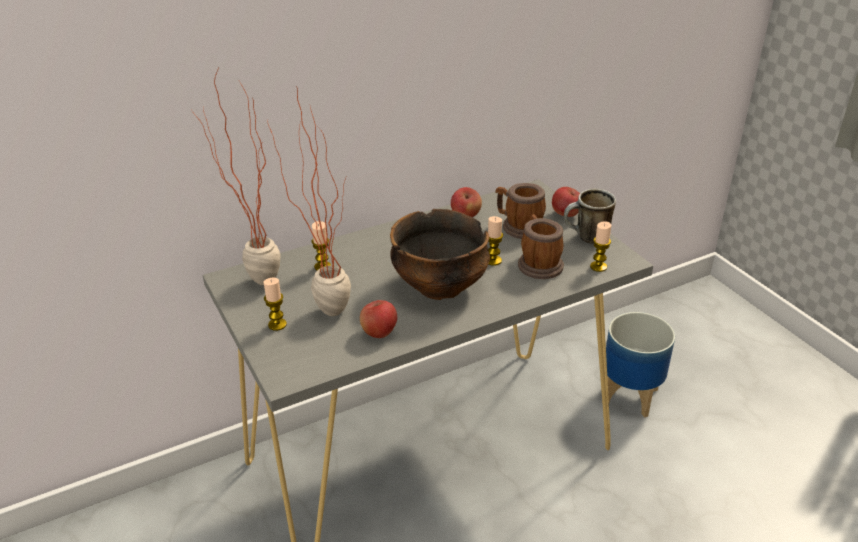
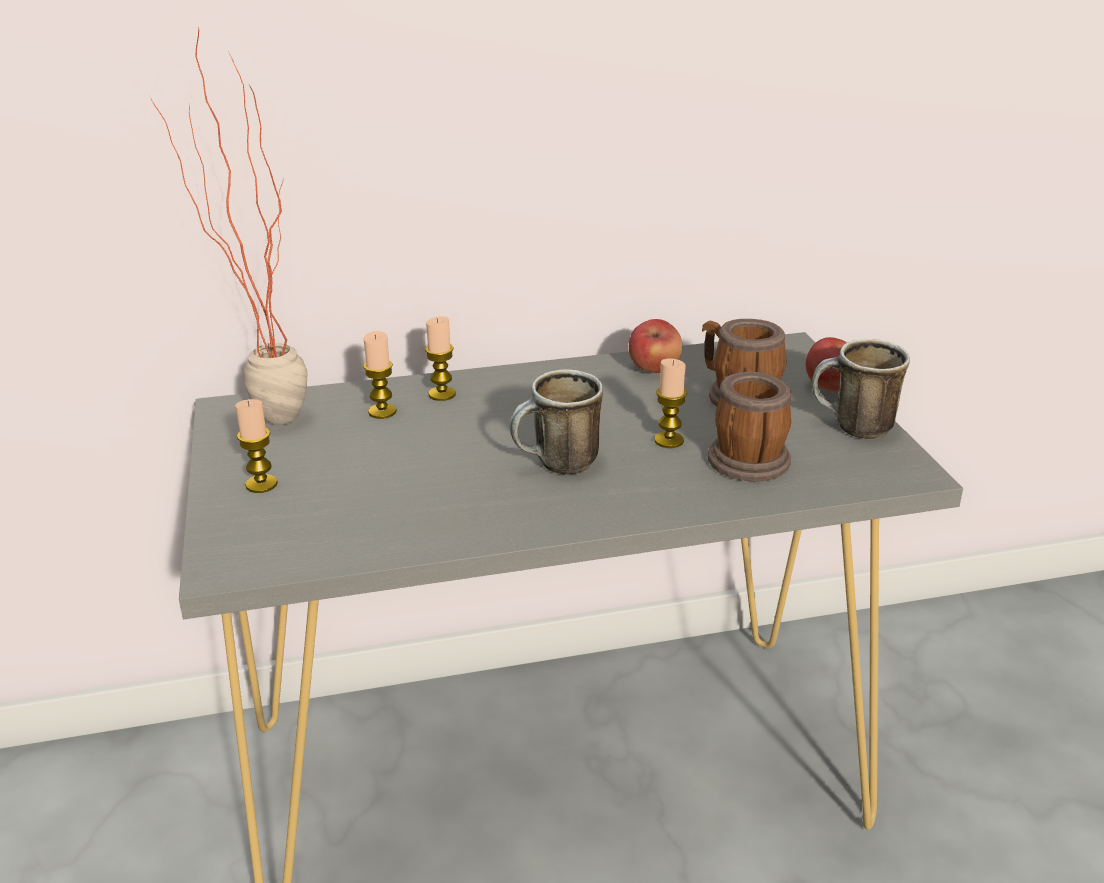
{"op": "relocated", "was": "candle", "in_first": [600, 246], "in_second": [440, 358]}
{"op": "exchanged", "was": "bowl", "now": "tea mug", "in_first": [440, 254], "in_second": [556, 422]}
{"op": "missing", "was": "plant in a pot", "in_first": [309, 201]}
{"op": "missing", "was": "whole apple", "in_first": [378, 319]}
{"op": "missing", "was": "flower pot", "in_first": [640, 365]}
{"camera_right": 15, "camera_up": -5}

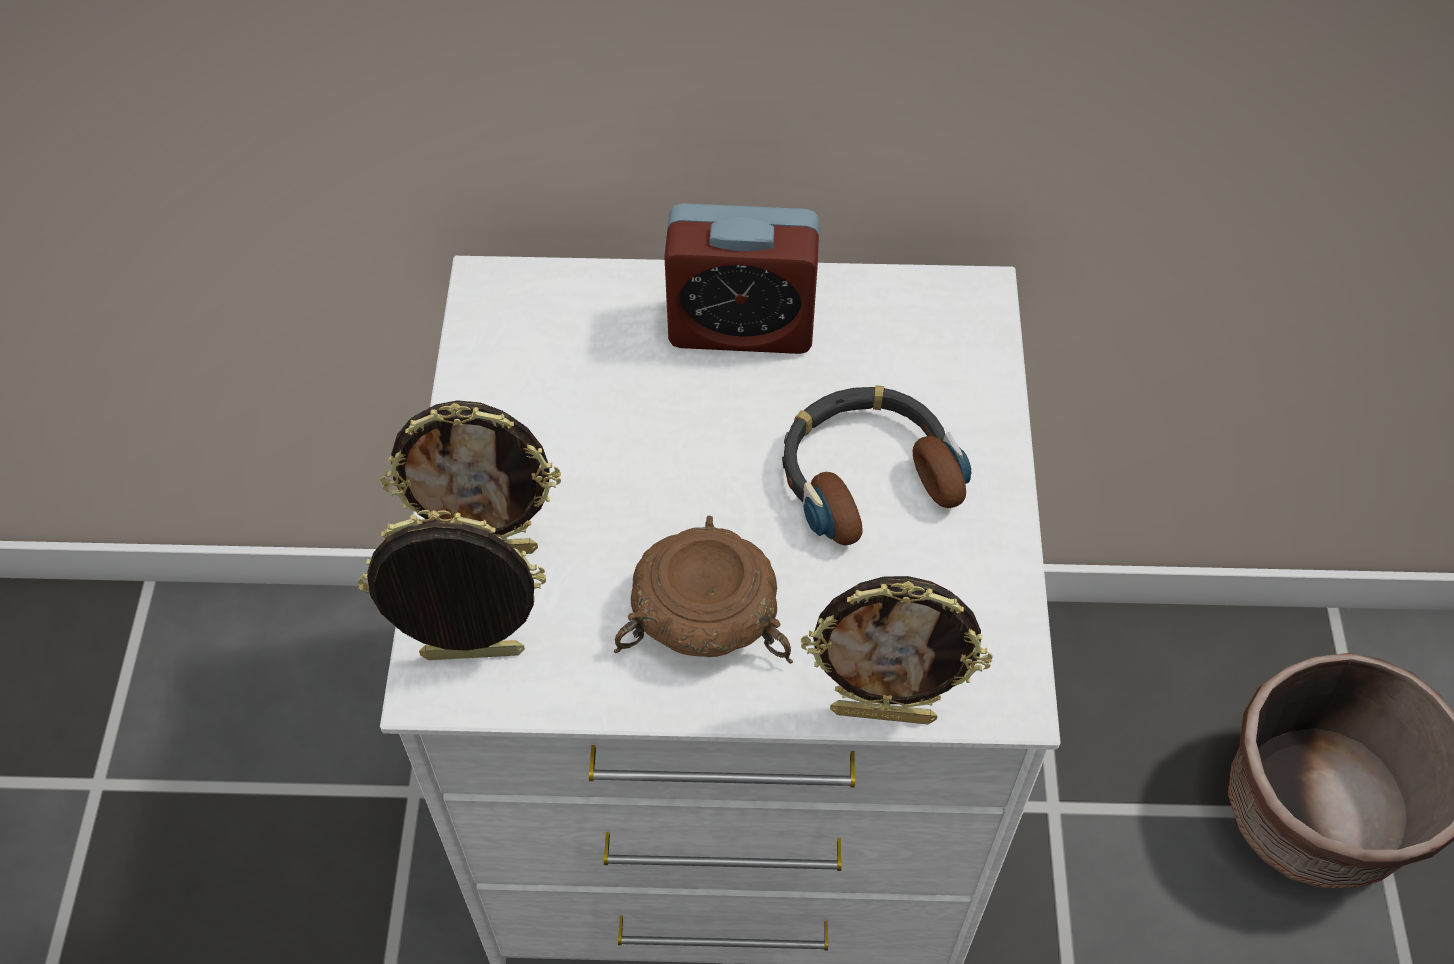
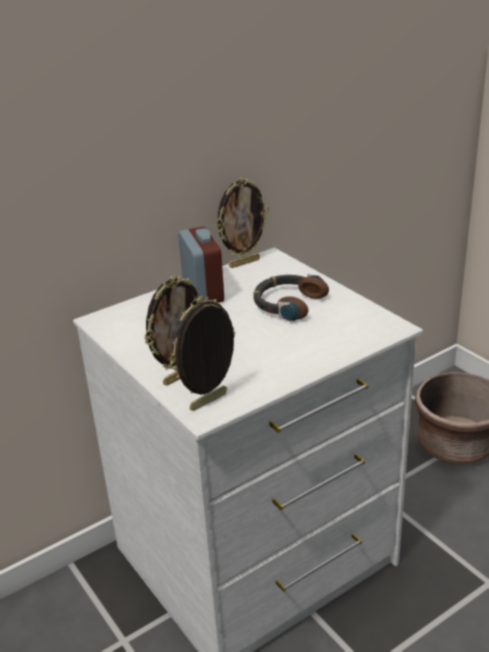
{"op": "spun", "was": "table clock", "in_first": [741, 278], "in_second": [201, 265], "clockwise": -75}
{"op": "relocated", "was": "picture frame", "in_first": [897, 650], "in_second": [242, 223]}
{"op": "missing", "was": "brown bowl", "in_first": [703, 589]}
{"camera_right": -35, "camera_up": -25}

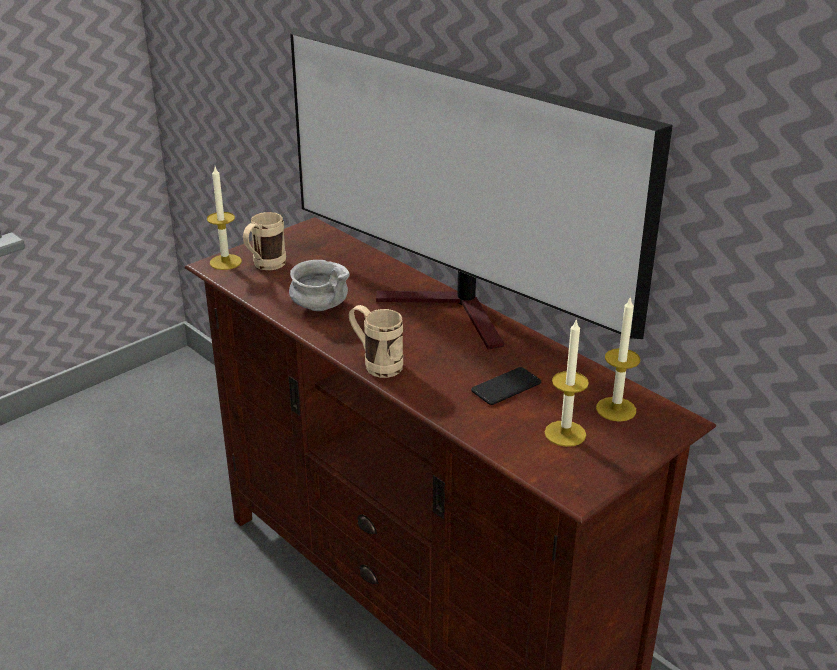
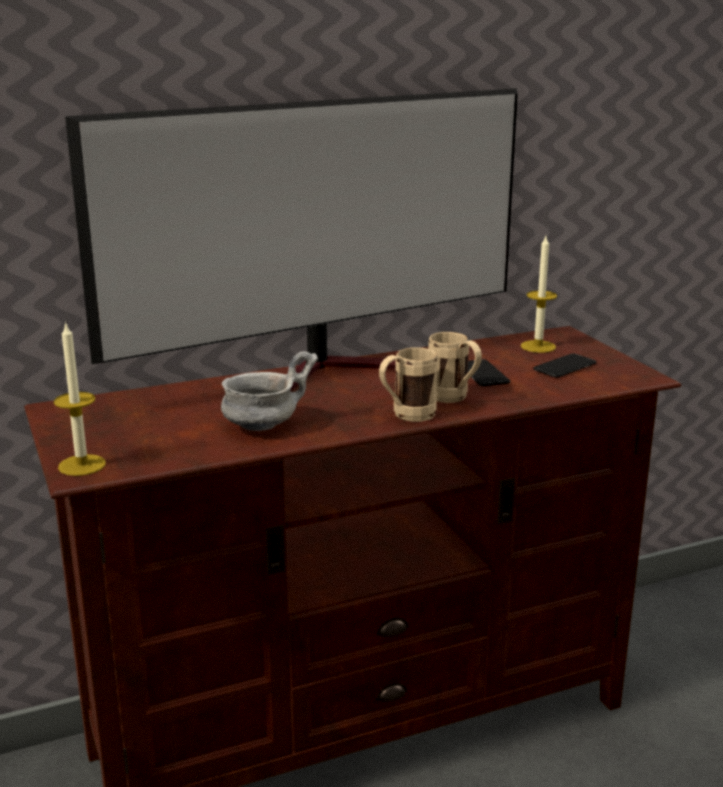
{"op": "relocated", "was": "sand-coloured tea mug", "in_first": [264, 241], "in_second": [455, 367]}
{"op": "exchanged", "was": "candle", "now": "telephone", "in_first": [567, 382], "in_second": [565, 365]}
{"camera_right": -70, "camera_up": -10}

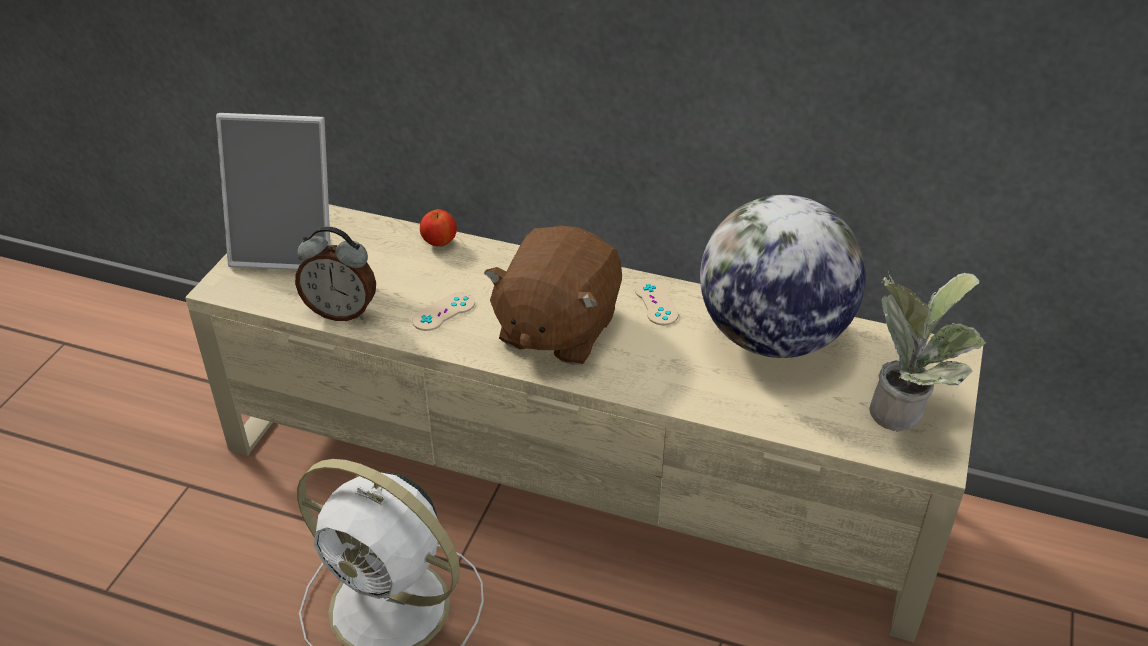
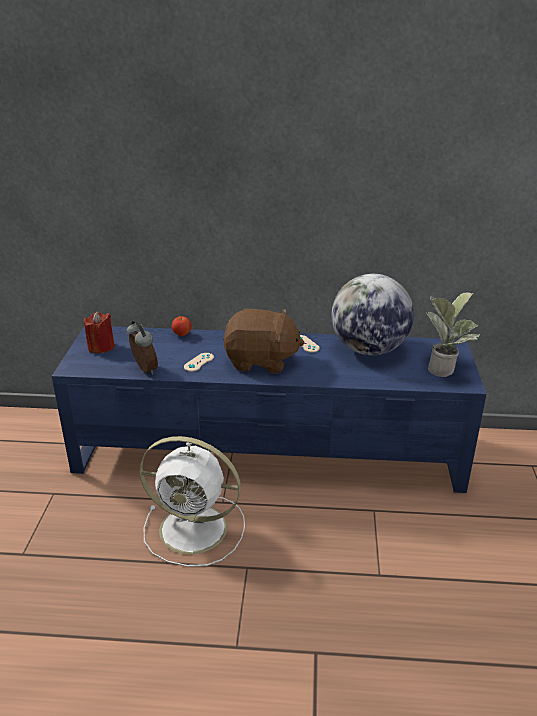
{"op": "colour", "was": "sand-coloured tv stand", "now": "blue tv stand", "in_first": [584, 423], "in_second": [269, 409]}
{"op": "exchanged", "was": "picture frame", "now": "red-coloured candle", "in_first": [273, 191], "in_second": [99, 332]}
{"op": "spun", "was": "table clock", "in_first": [335, 274], "in_second": [142, 347], "clockwise": -120}
{"op": "spun", "was": "brown soft toy", "in_first": [553, 295], "in_second": [263, 341], "clockwise": -90}
{"camera_right": -15, "camera_up": -10}

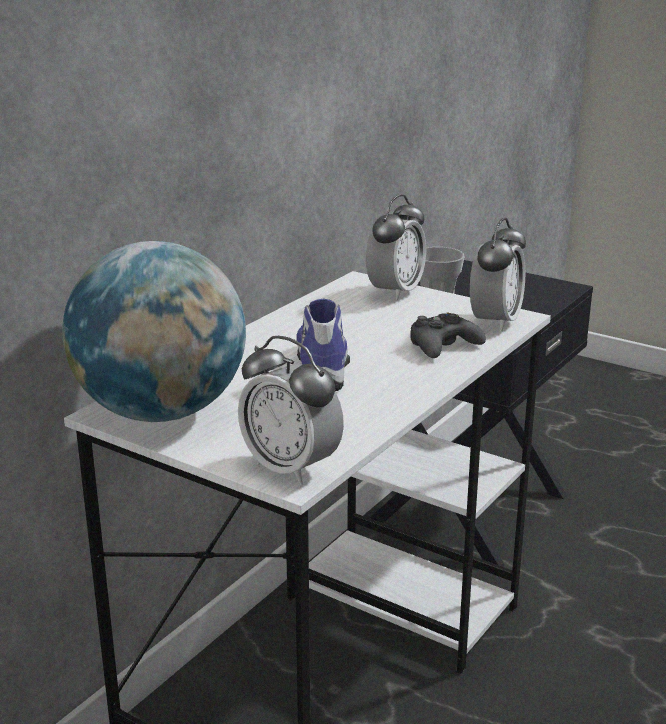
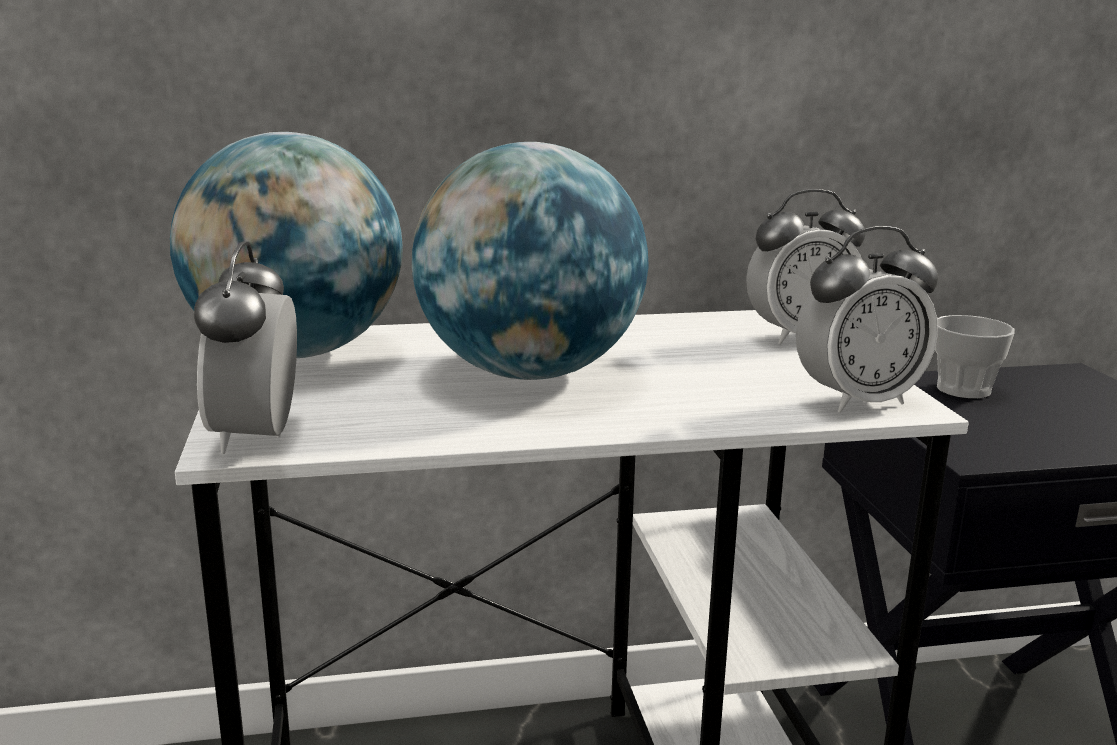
{"op": "exchanged", "was": "low shoe", "now": "globe", "in_first": [323, 345], "in_second": [530, 261]}
{"op": "missing", "was": "blackish joypad", "in_first": [448, 335]}
{"camera_right": 45, "camera_up": -5}

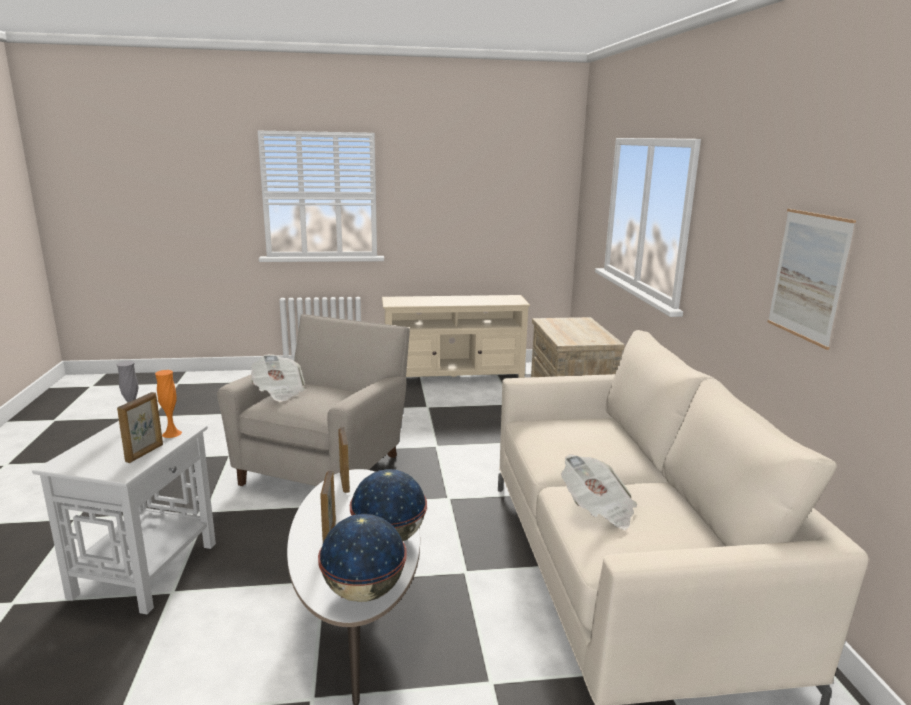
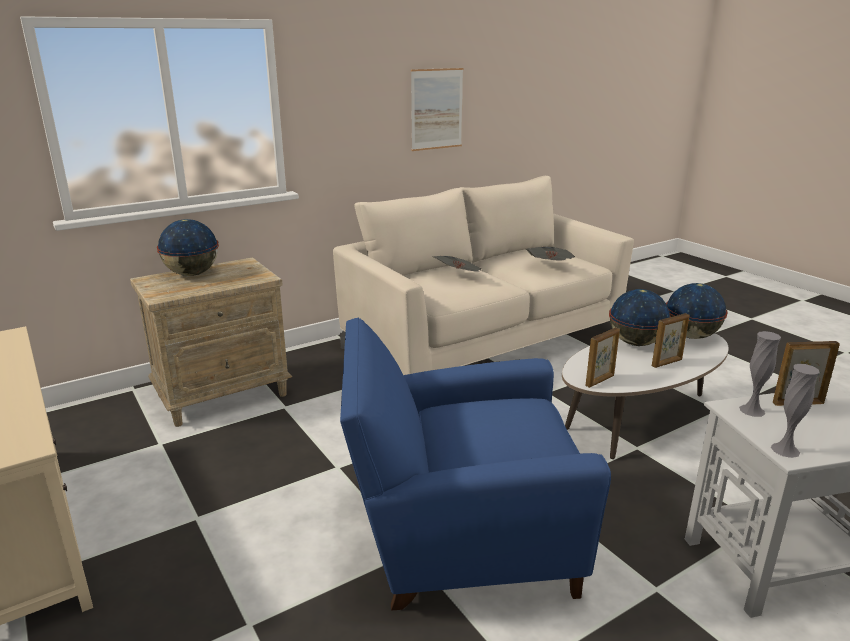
{"op": "appeared", "now": "globe", "in_second": [188, 247]}
{"op": "colour", "was": "sand-coloured lounge chair", "now": "blue lounge chair", "in_first": [313, 400], "in_second": [475, 463]}
{"op": "relocated", "was": "daily paper", "in_first": [278, 378], "in_second": [457, 264]}
{"op": "colour", "was": "orangey vase", "now": "greyish vase", "in_first": [168, 404], "in_second": [760, 374]}
{"camera_right": -115, "camera_up": 5}

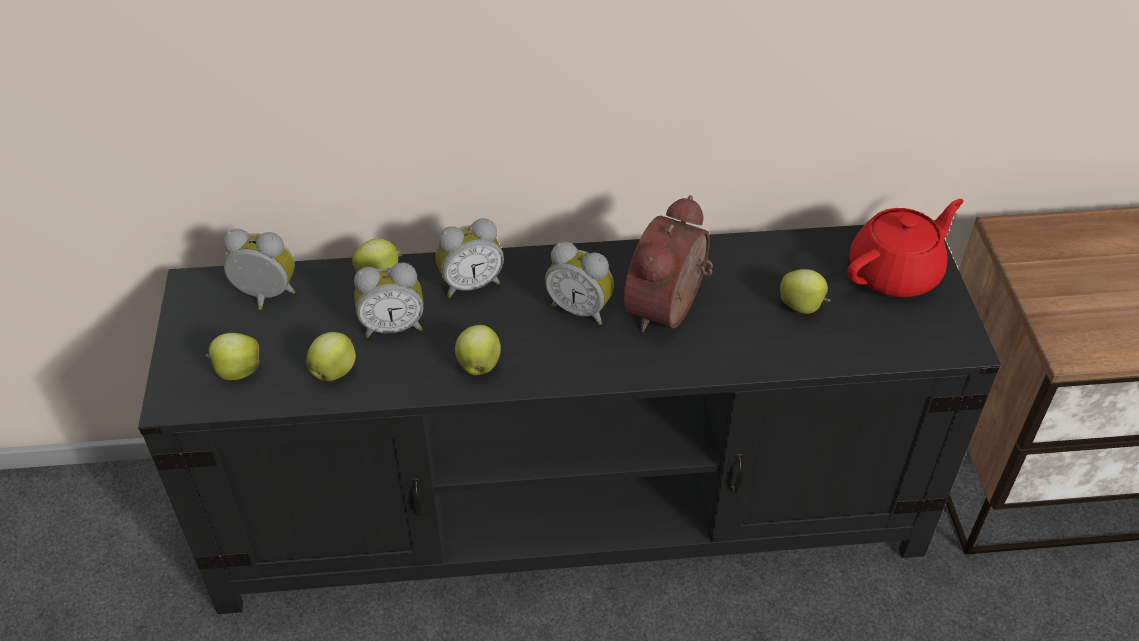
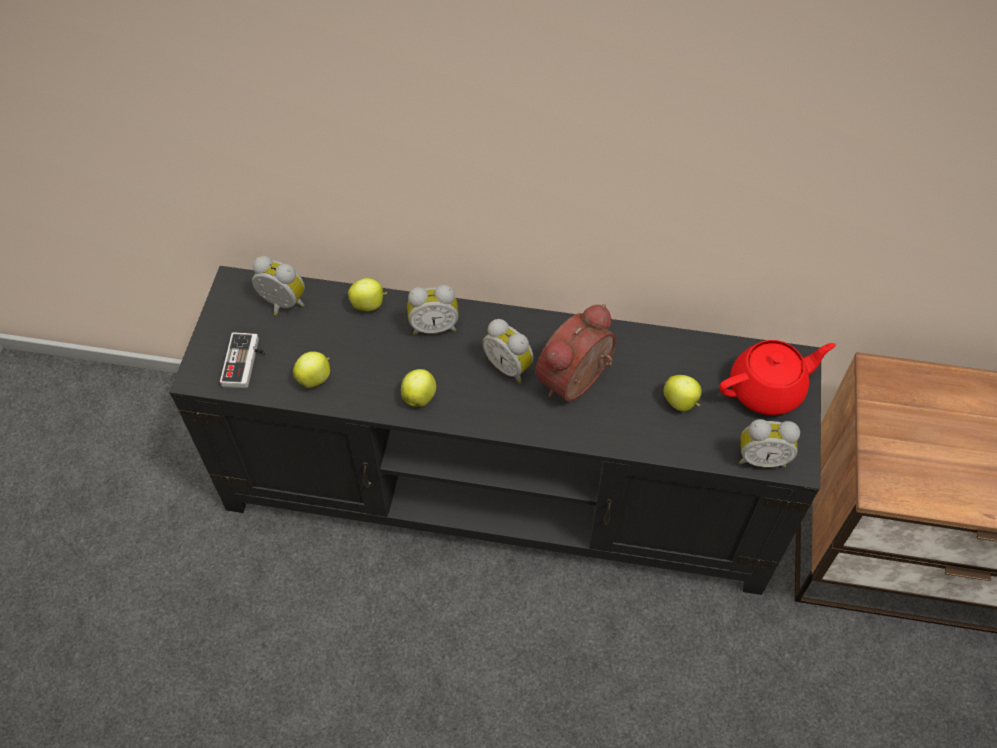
{"op": "exchanged", "was": "whole apple", "now": "joypad", "in_first": [232, 356], "in_second": [243, 360]}
{"op": "relocated", "was": "table clock", "in_first": [389, 300], "in_second": [769, 443]}
{"camera_right": 15, "camera_up": 10}

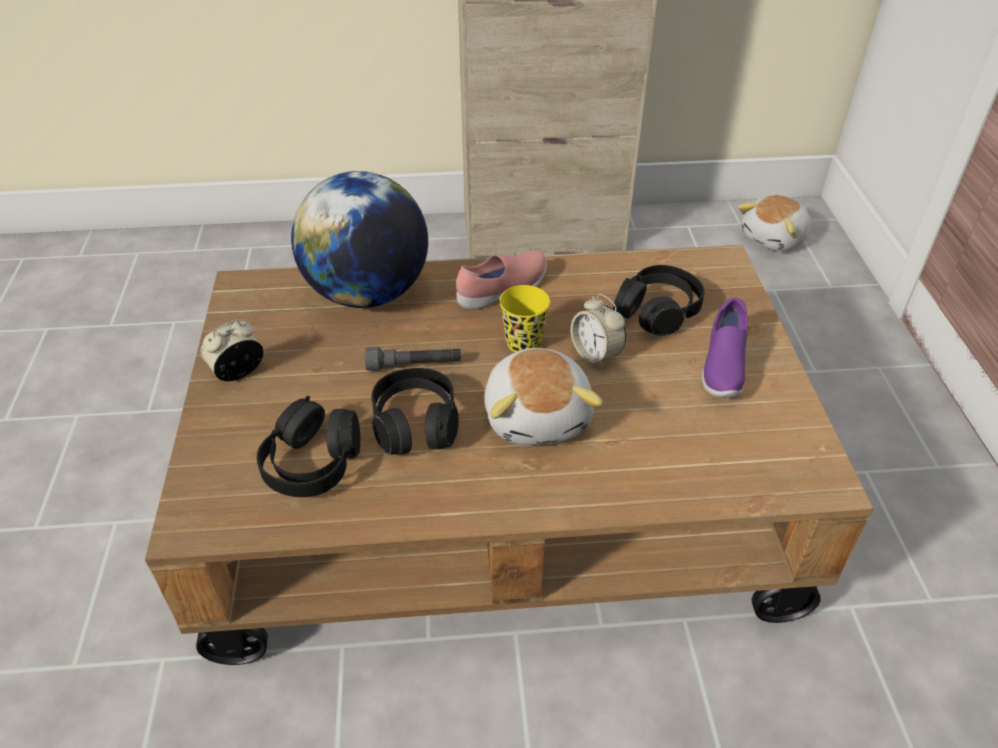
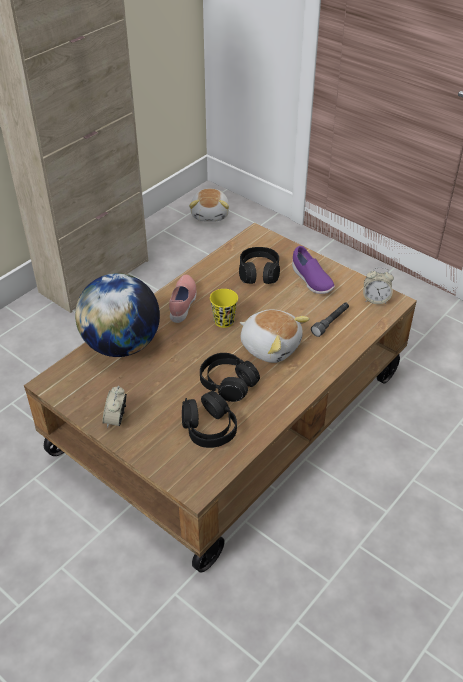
{"op": "relocated", "was": "greyish flashlight", "in_first": [413, 358], "in_second": [330, 319]}
{"op": "relocated", "was": "table clock", "in_first": [598, 331], "in_second": [378, 285]}
{"camera_right": -45, "camera_up": 0}

